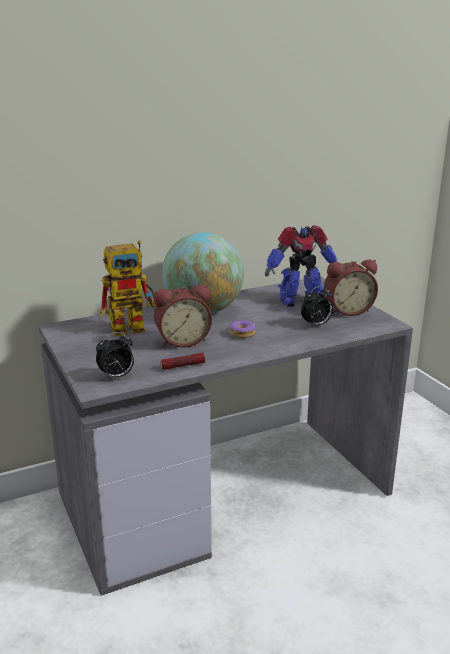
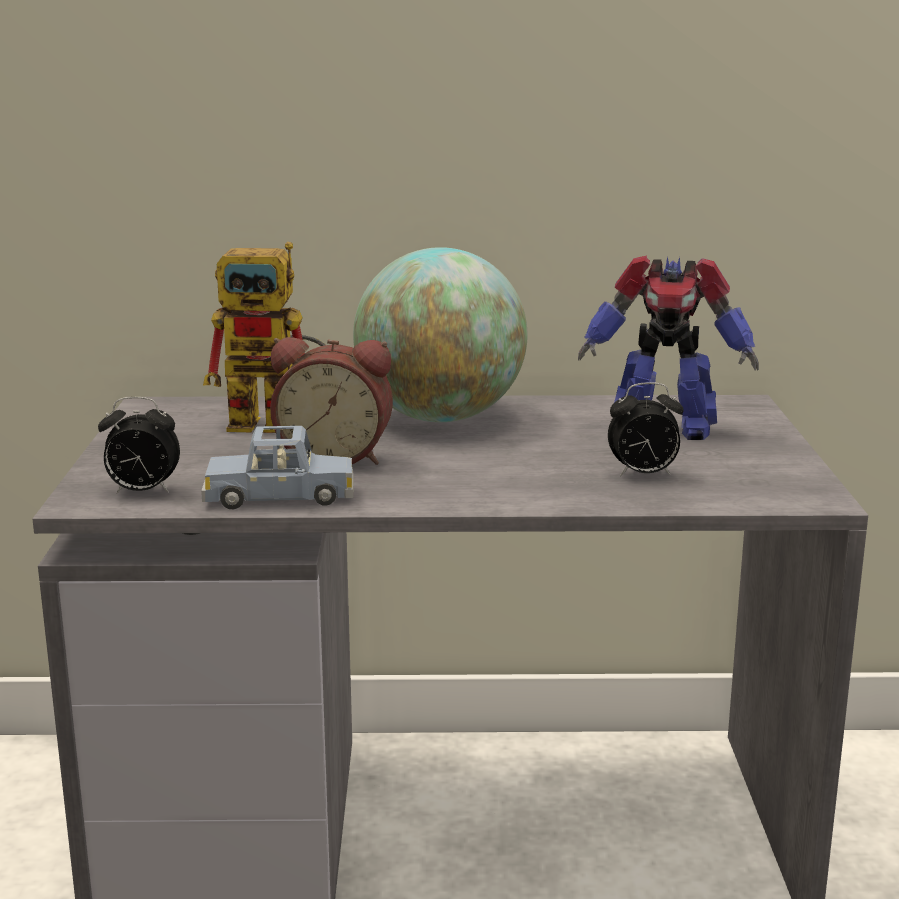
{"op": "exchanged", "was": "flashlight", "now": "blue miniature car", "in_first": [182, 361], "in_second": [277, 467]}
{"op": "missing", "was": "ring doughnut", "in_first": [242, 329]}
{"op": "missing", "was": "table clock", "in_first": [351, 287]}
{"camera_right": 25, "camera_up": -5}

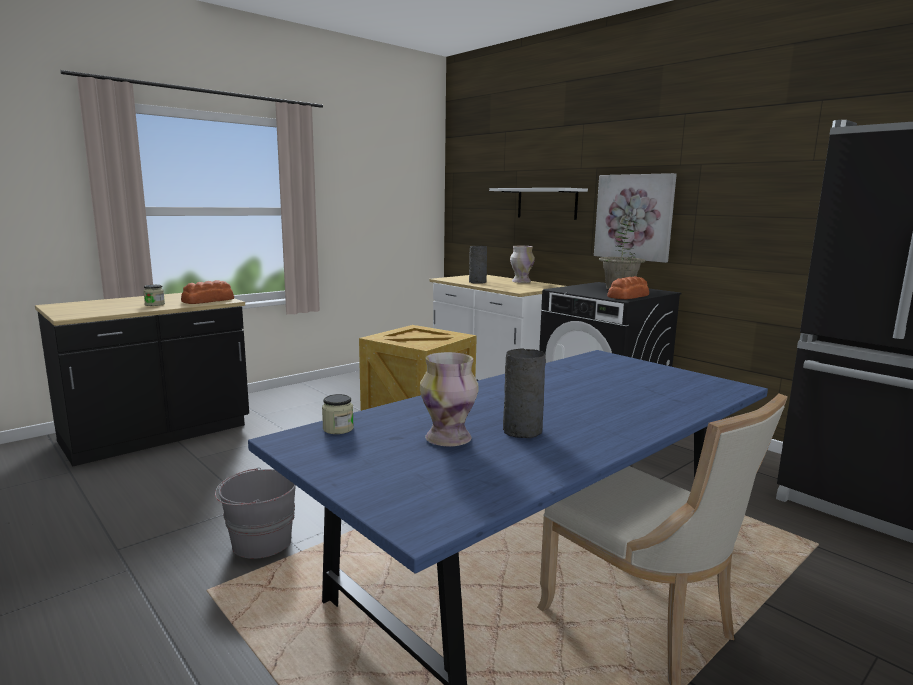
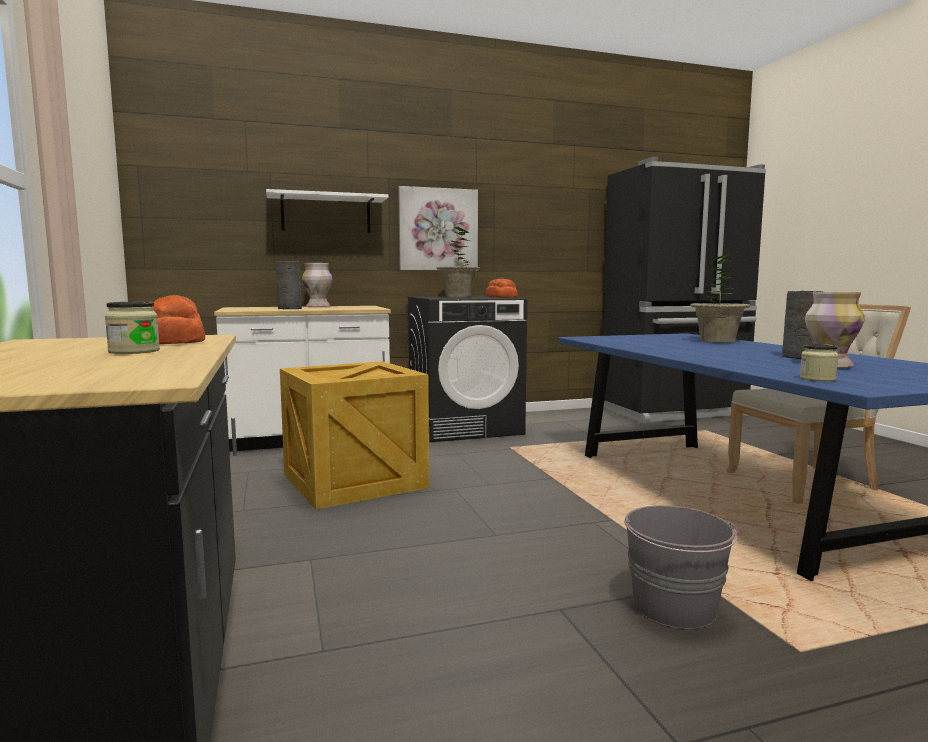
{"op": "appeared", "now": "plant in a pot", "in_second": [720, 298]}
{"camera_right": -65, "camera_up": -5}

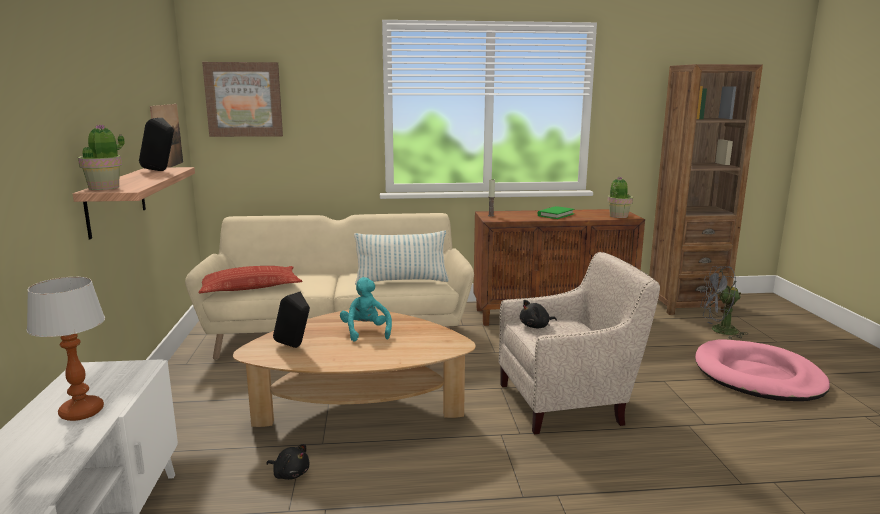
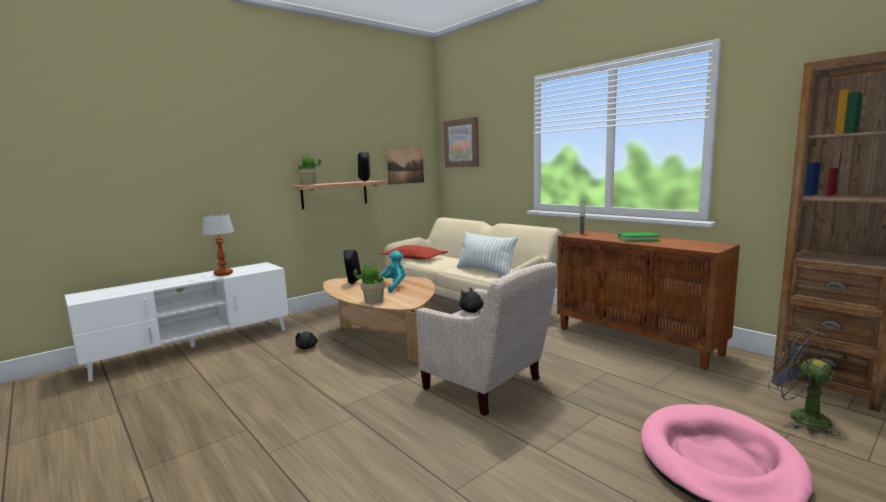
{"op": "relocated", "was": "plant in a pot", "in_first": [620, 197], "in_second": [369, 283]}
{"camera_right": 55, "camera_up": -5}

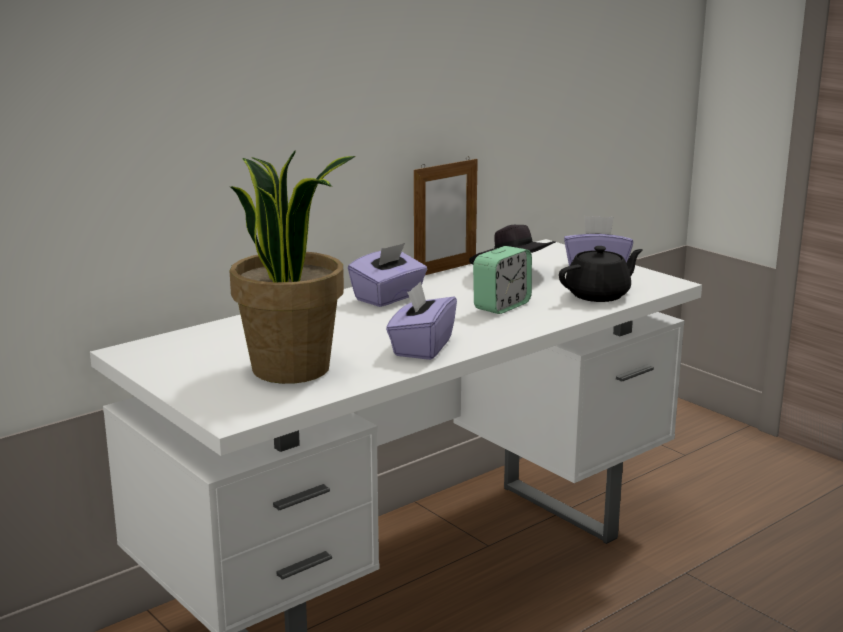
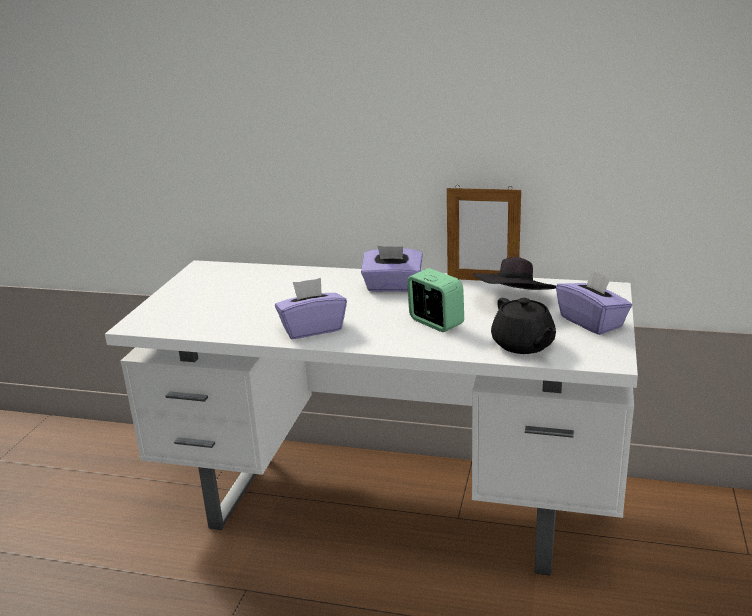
{"op": "spun", "was": "table clock", "in_first": [502, 280], "in_second": [435, 300], "clockwise": -135}
{"op": "spun", "was": "blackish pot for tea", "in_first": [601, 274], "in_second": [523, 326], "clockwise": 45}
{"op": "missing", "was": "plant in a pot", "in_first": [292, 267]}
{"camera_right": 55, "camera_up": 5}

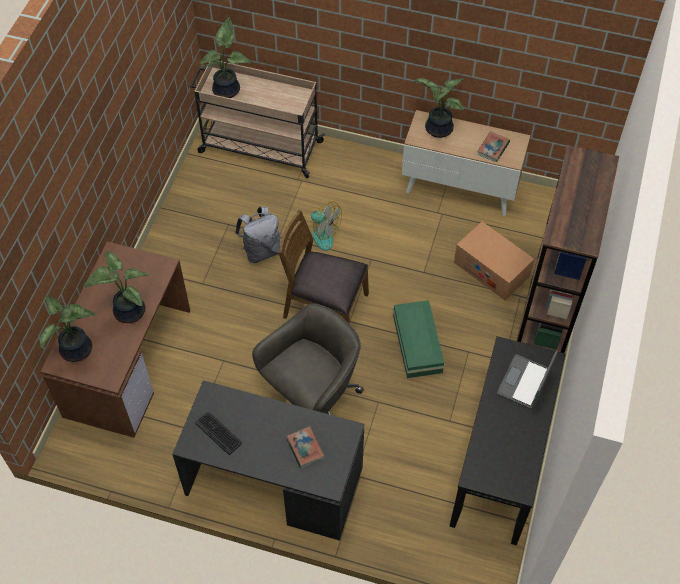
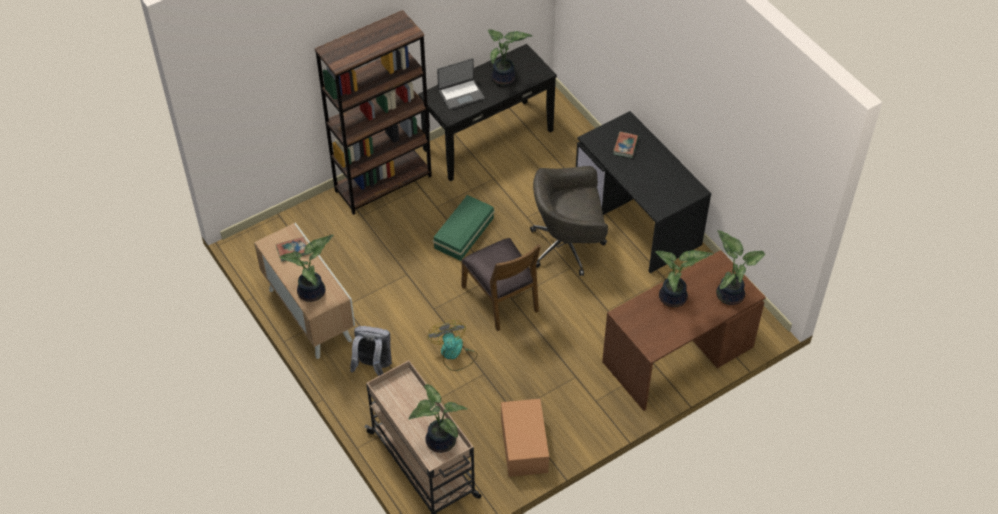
{"op": "relocated", "was": "greyish knapsack", "in_first": [257, 235], "in_second": [371, 351]}
{"op": "appeared", "now": "plant in a pot", "in_second": [510, 57]}
{"op": "relocated", "was": "packing box", "in_first": [494, 261], "in_second": [525, 438]}
{"op": "missing", "was": "keyboard", "in_first": [218, 433]}
{"camera_right": -140, "camera_up": -5}

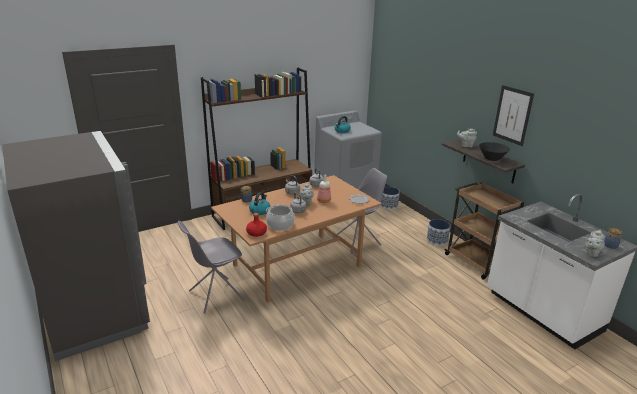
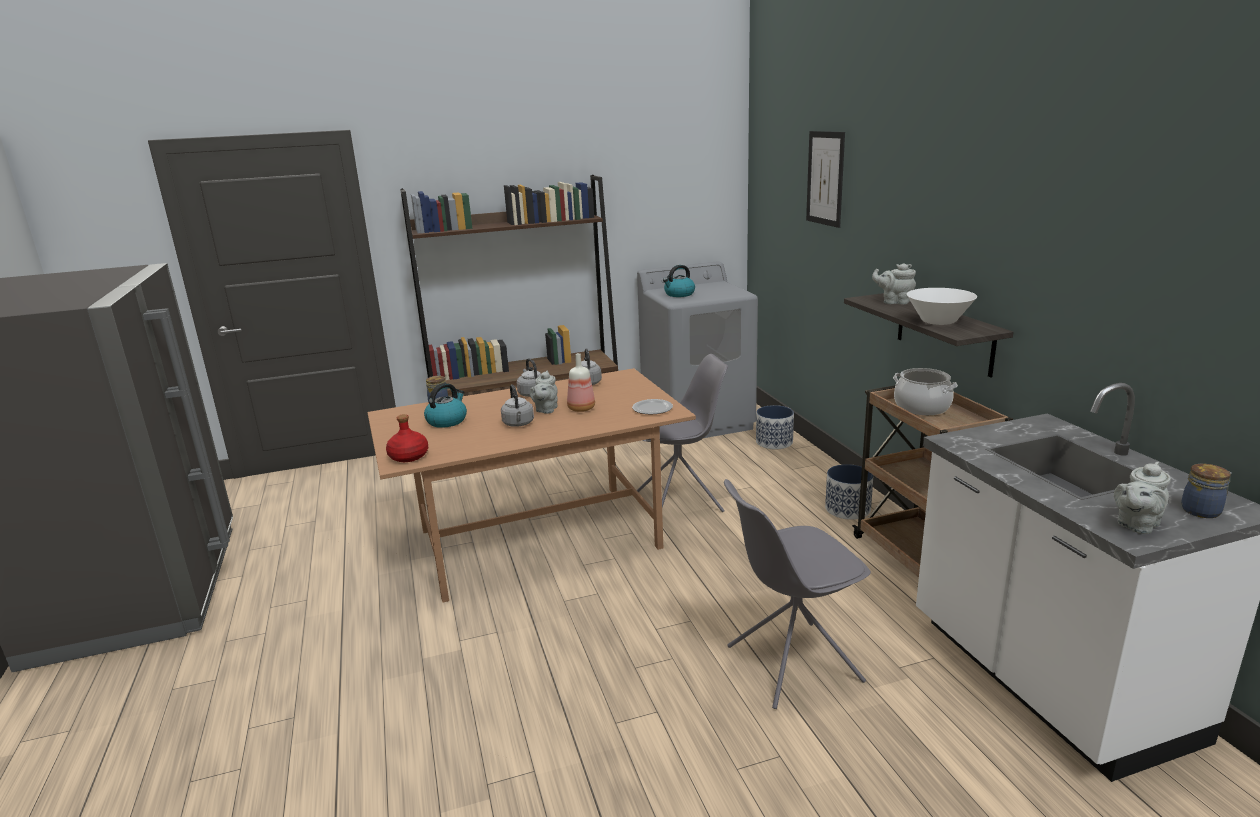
{"op": "relocated", "was": "greyish plain chair", "in_first": [211, 267], "in_second": [797, 594]}
{"op": "relocated", "was": "wall art", "in_first": [513, 115], "in_second": [825, 179]}
{"op": "relocated", "was": "saucepot", "in_first": [280, 217], "in_second": [925, 391]}
{"op": "colour", "was": "blackish bowl", "now": "whitish bowl", "in_first": [494, 151], "in_second": [942, 306]}
{"camera_right": 15, "camera_up": -5}

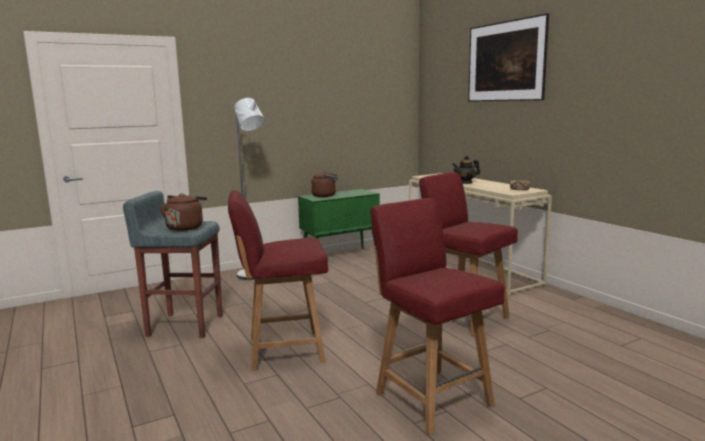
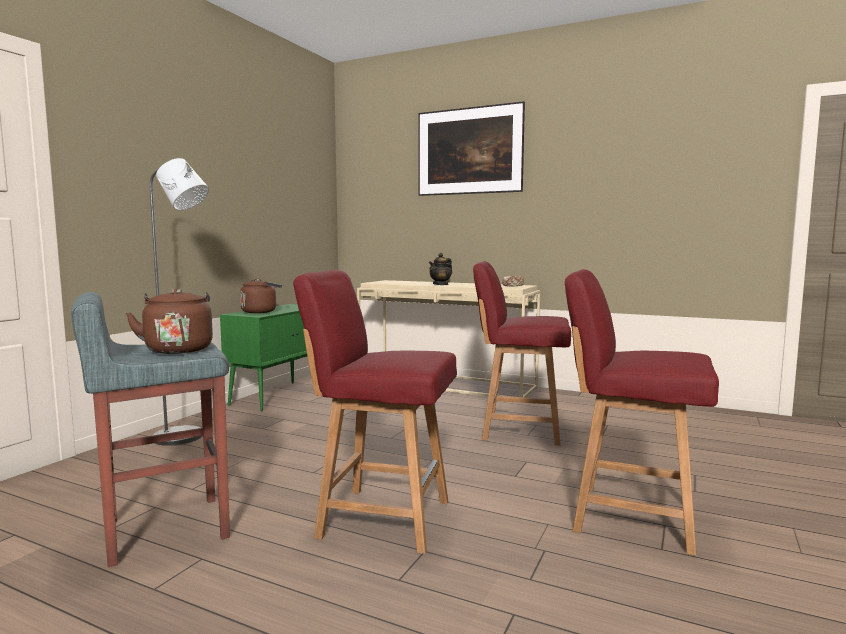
{"op": "spun", "was": "red-coloured plain chair", "in_first": [278, 280], "in_second": [375, 412], "clockwise": 60}
{"camera_right": -35, "camera_up": -5}

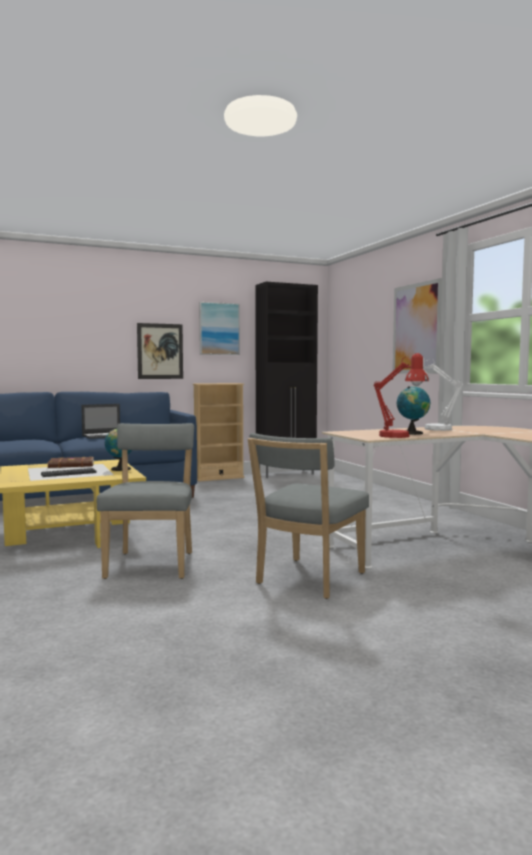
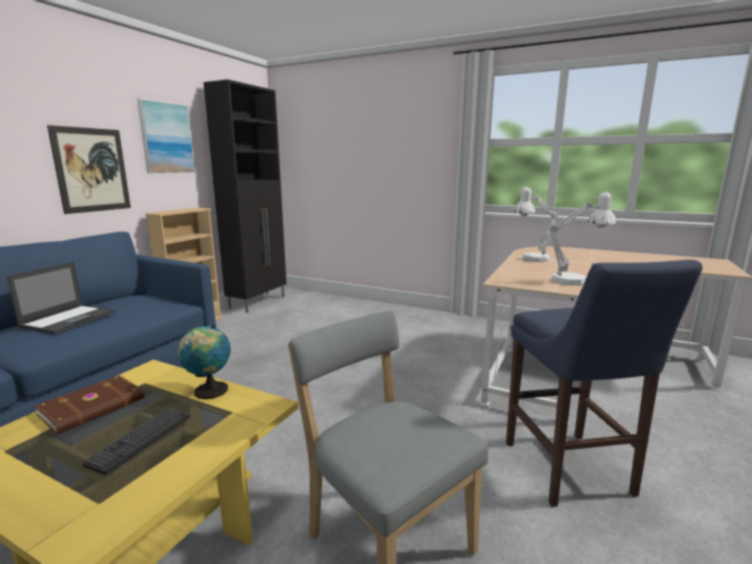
{"op": "exchanged", "was": "greyish plain chair", "now": "blue sitting stool", "in_first": [308, 516], "in_second": [604, 383]}
{"op": "colour", "was": "red-coloured lamp for a table", "now": "whitish lamp for a table", "in_first": [401, 395], "in_second": [582, 239]}
{"op": "missing", "was": "wall art", "in_first": [417, 326]}
{"op": "missing", "was": "globe", "in_first": [413, 410]}
{"camera_right": -40, "camera_up": 10}

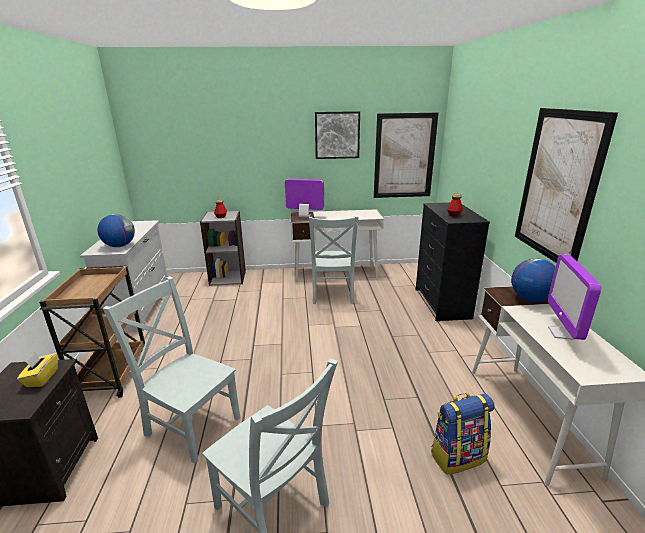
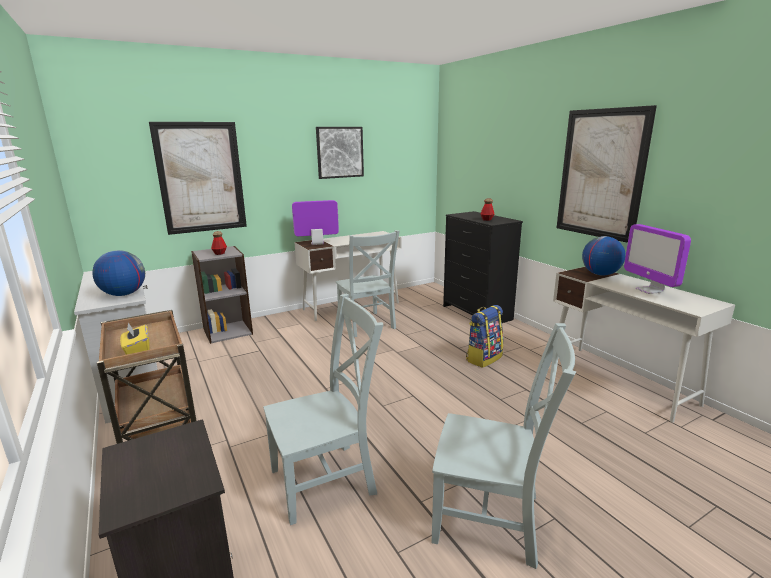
{"op": "relocated", "was": "yellowish tissue holder", "in_first": [37, 369], "in_second": [135, 338]}
{"op": "relocated", "was": "wall art", "in_first": [406, 155], "in_second": [198, 178]}
{"op": "spun", "was": "greyish plain chair", "in_first": [171, 370], "in_second": [323, 409], "clockwise": 150}
{"op": "relocated", "was": "knapsack", "in_first": [462, 434], "in_second": [485, 336]}
{"camera_right": -25, "camera_up": -5}

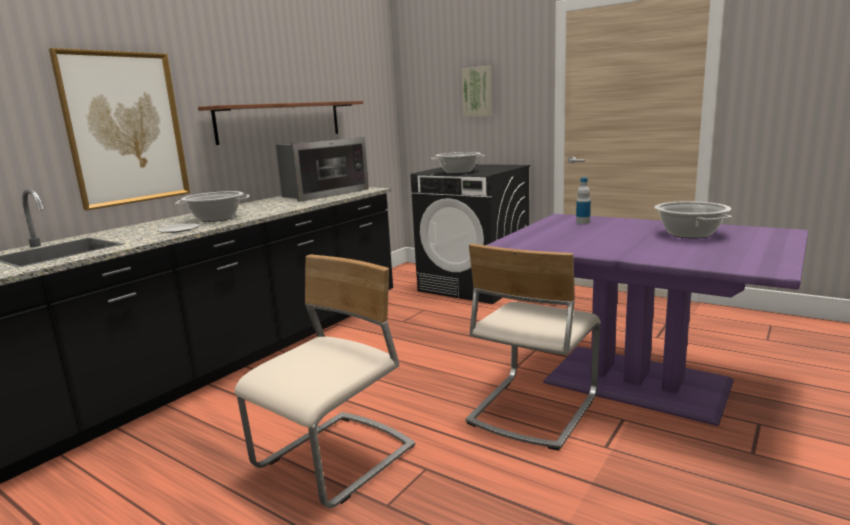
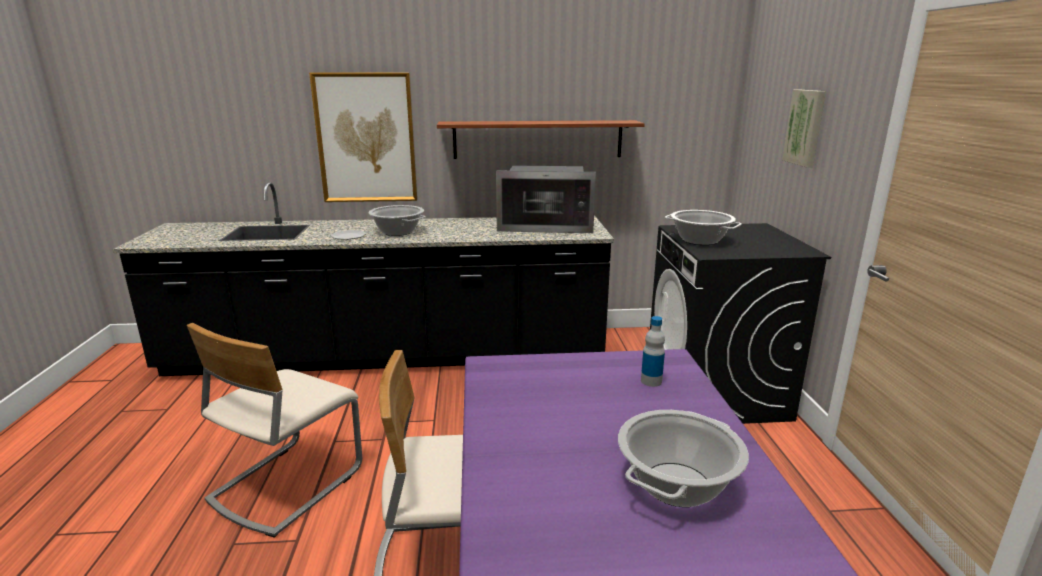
{"op": "spun", "was": "sand-coloured plain chair", "in_first": [324, 381], "in_second": [274, 430], "clockwise": 120}
{"camera_right": 50, "camera_up": 5}

